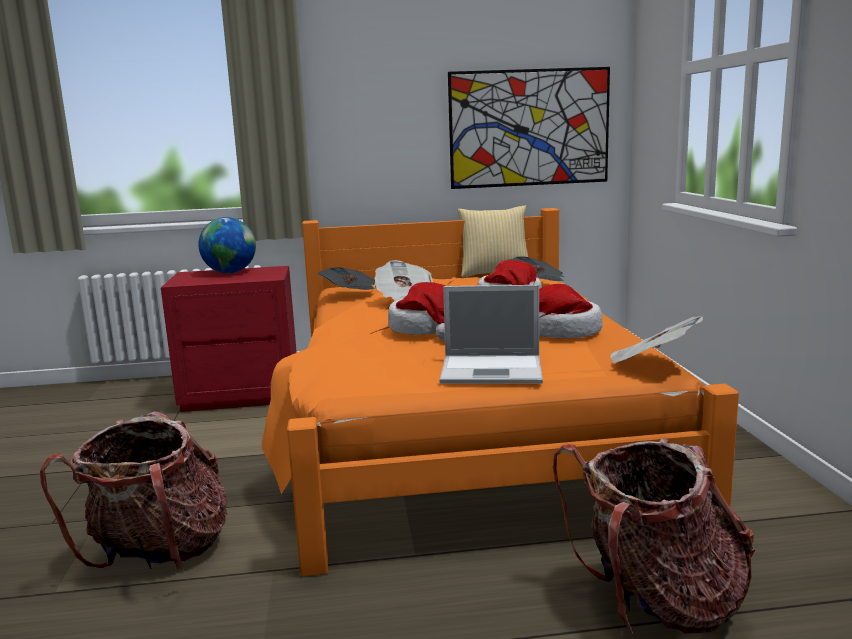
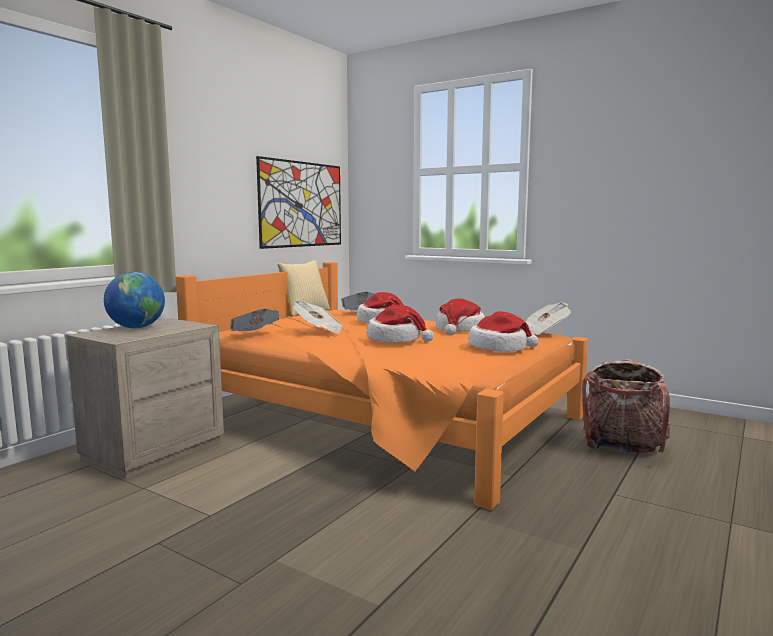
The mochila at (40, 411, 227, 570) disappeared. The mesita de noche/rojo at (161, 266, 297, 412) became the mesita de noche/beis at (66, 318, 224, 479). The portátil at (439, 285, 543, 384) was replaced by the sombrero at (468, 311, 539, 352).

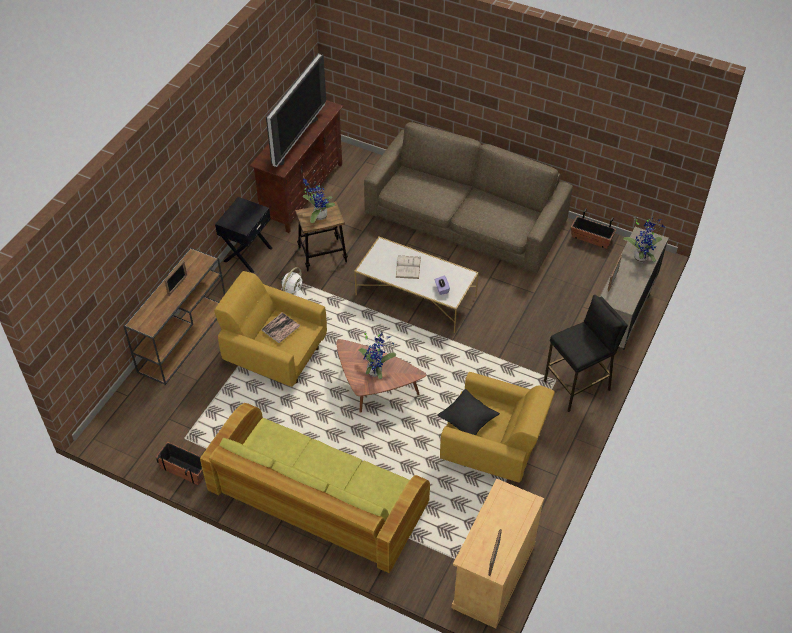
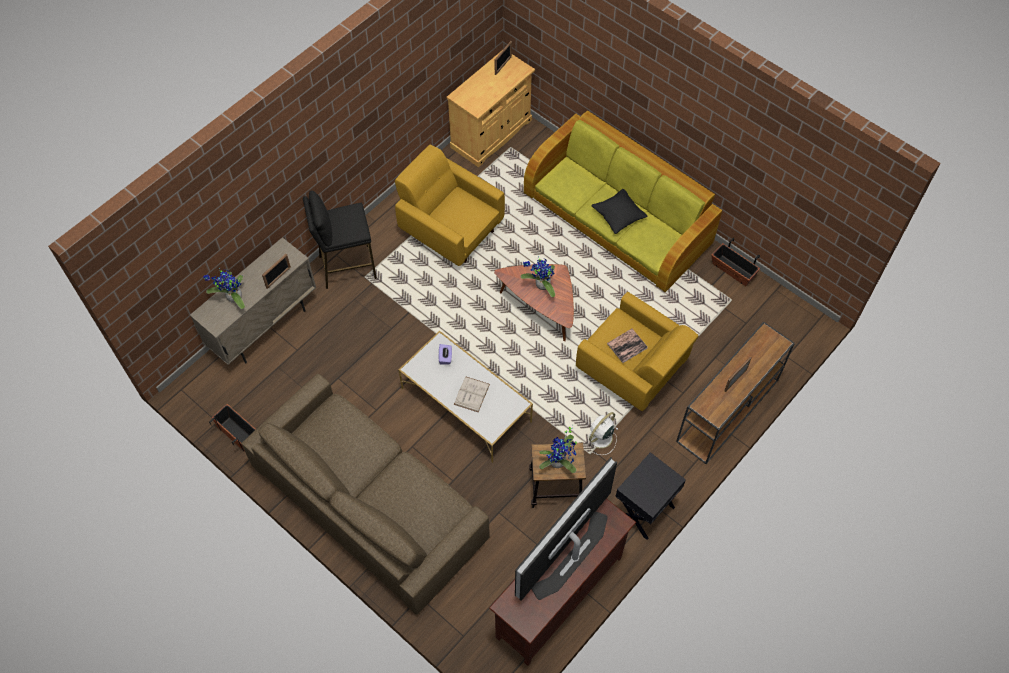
The cojín/negro moved from (438, 389, 500, 435) to (591, 189, 647, 234).

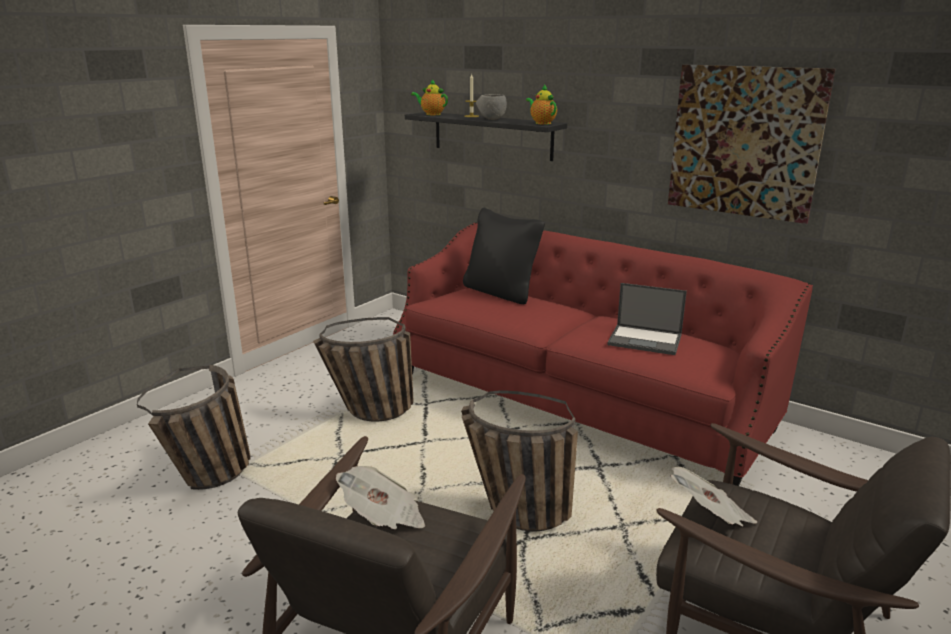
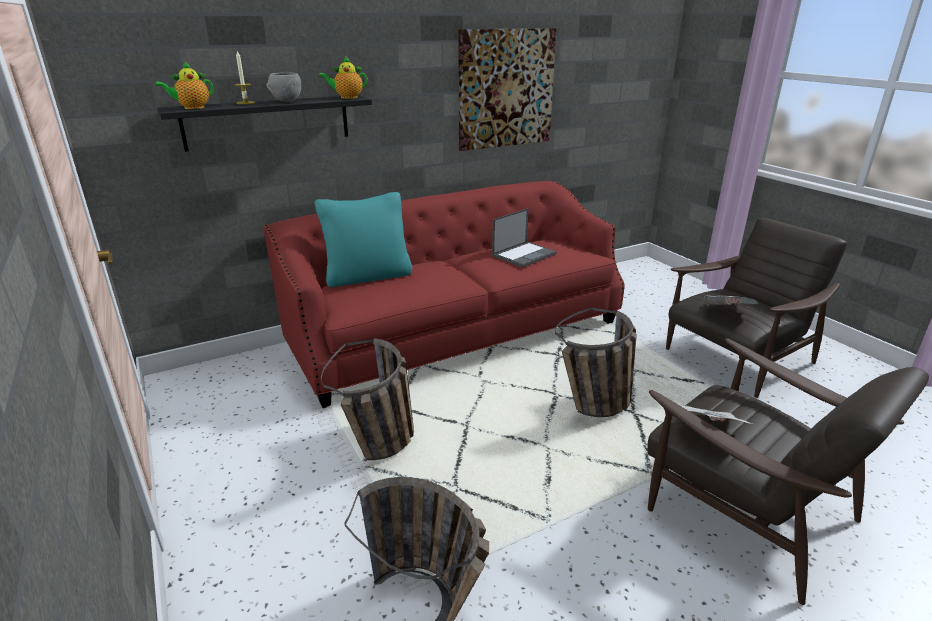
The cojín/negro at (463, 208, 545, 304) became the cojín/turquesa at (315, 192, 412, 287).

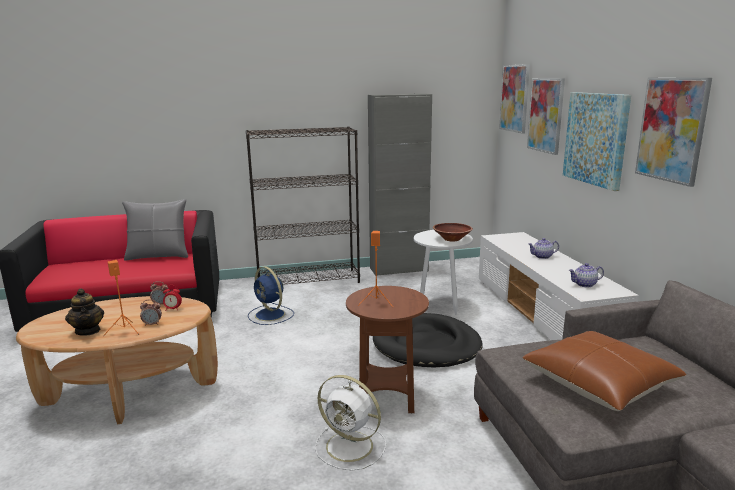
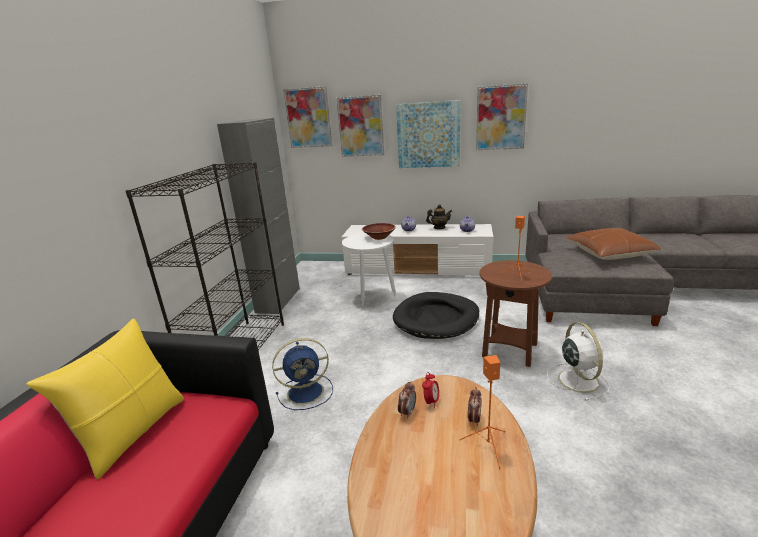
The tetera moved from (65, 289, 104, 336) to (426, 204, 452, 229). The cojín/gris at (122, 199, 188, 261) became the cojín/amarillo at (26, 318, 184, 479). The ventilador/blanco at (315, 375, 386, 471) turned 60 degrees counterclockwise.

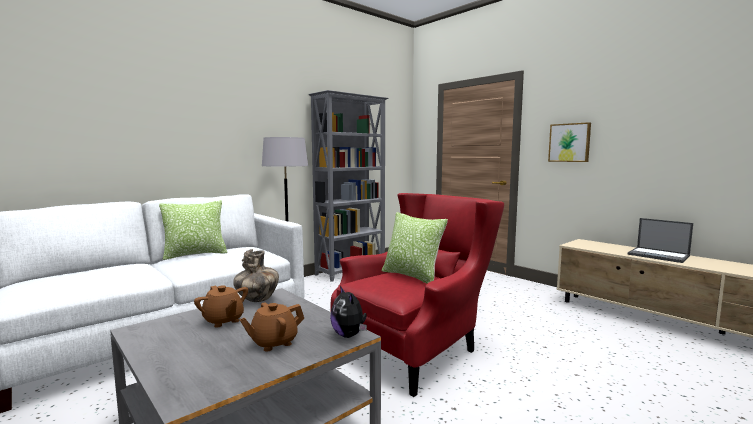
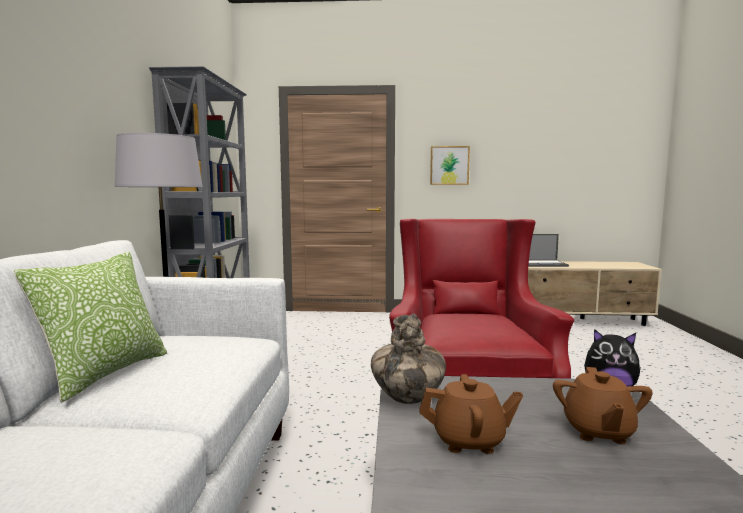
The cojín at (382, 212, 448, 284) disappeared.

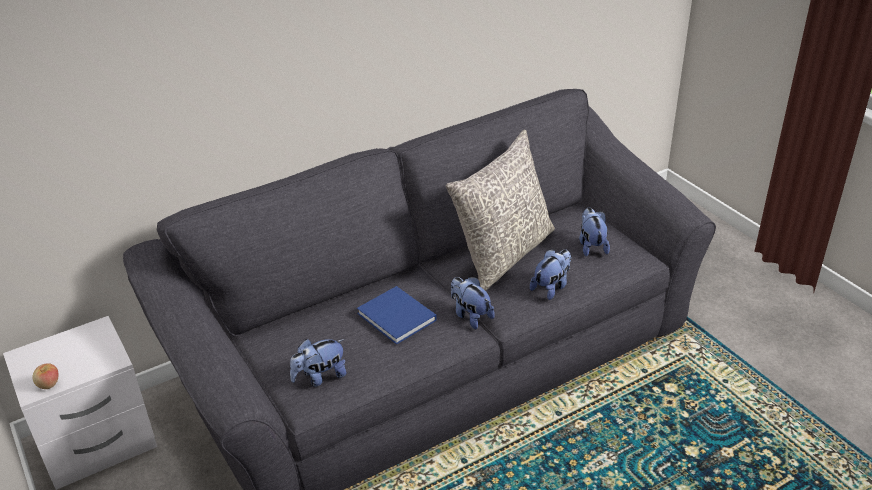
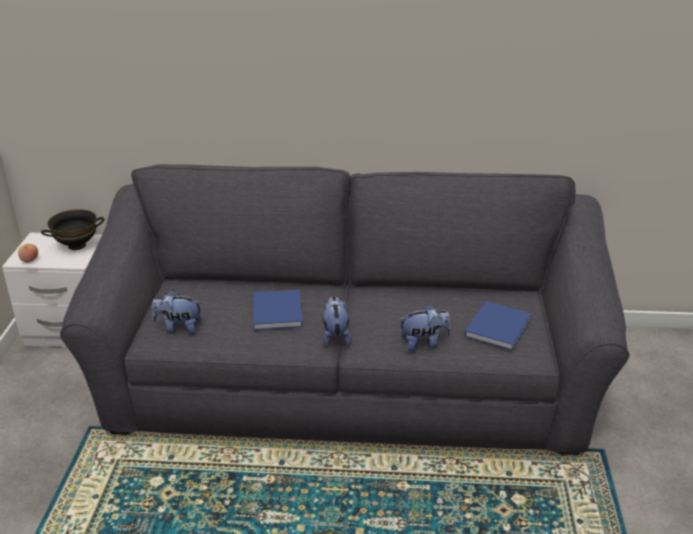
The cojín/gris at (446, 130, 555, 291) disappeared. The peluche at (579, 208, 610, 257) was replaced by the libro/azul at (465, 301, 532, 350). The cuenco/negro at (41, 209, 105, 250) appeared.

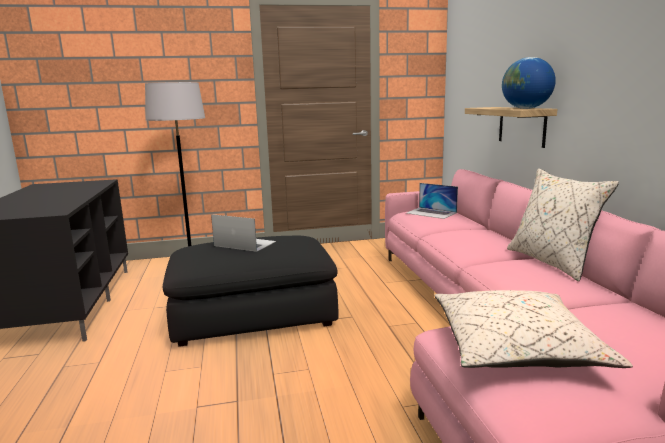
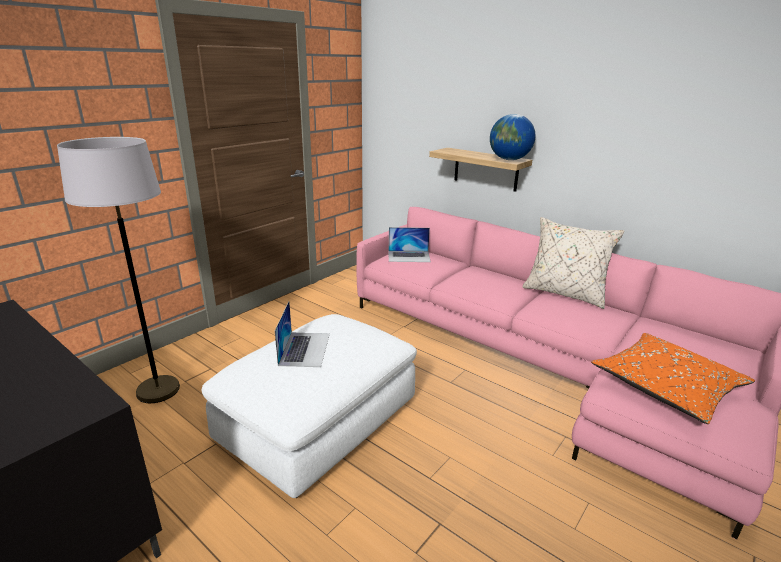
The puf/negro at (163, 236, 339, 347) became the puf/blanco at (202, 314, 417, 498). The portátil at (211, 214, 276, 252) turned 105 degrees clockwise. The cojín/beis at (435, 290, 633, 368) became the cojín/naranja at (591, 333, 755, 424).

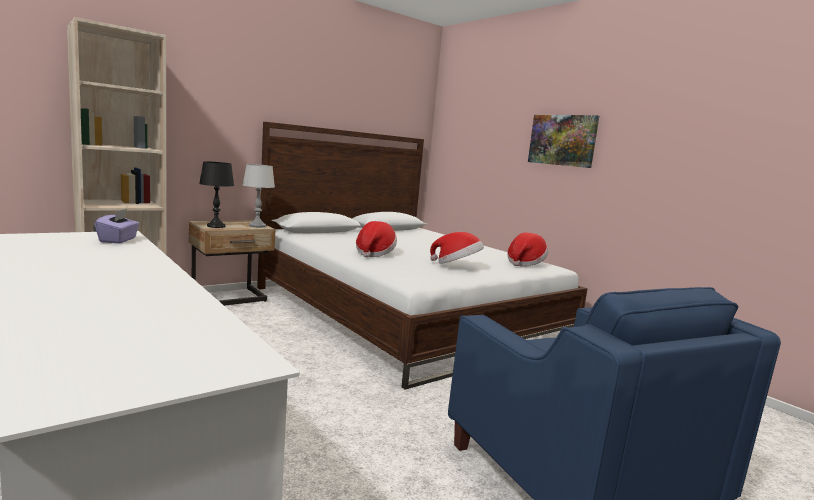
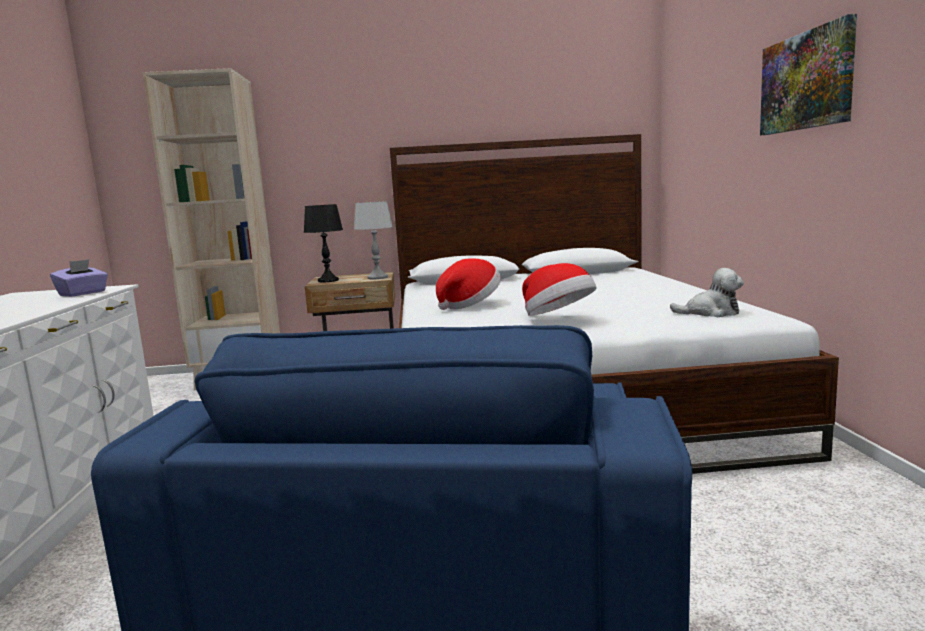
The sombrero at (507, 233, 548, 266) was replaced by the peluche at (670, 268, 744, 317).

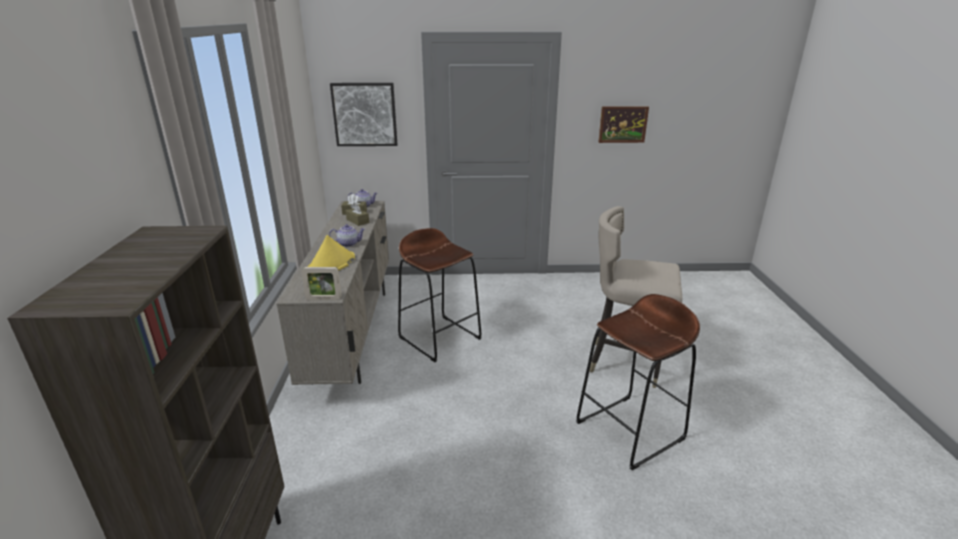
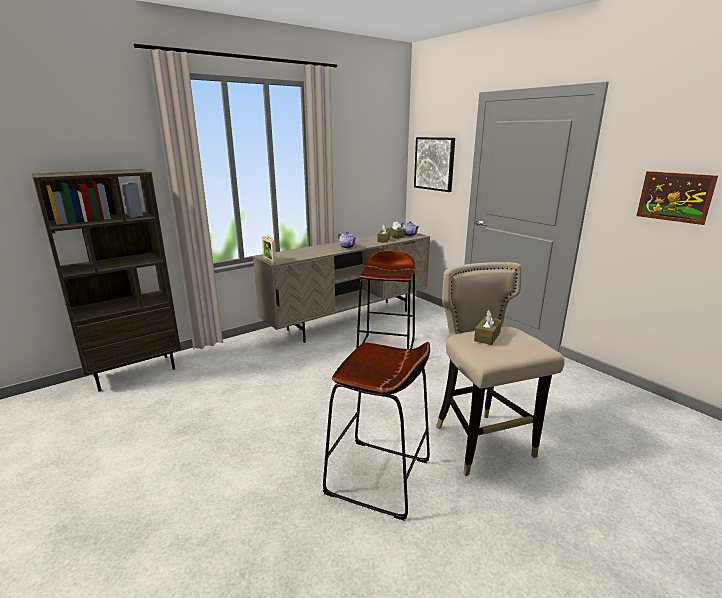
The sombrero/amarillo at (308, 235, 355, 270) disappeared. The caja de pañuelos/marrón at (474, 310, 502, 345) appeared.

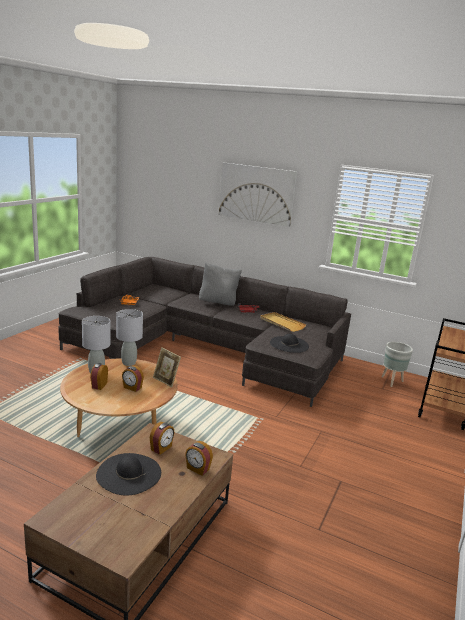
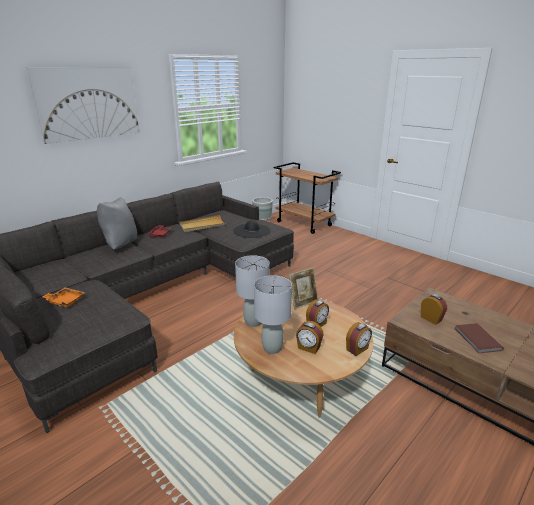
The sombrero/negro at (96, 453, 161, 496) was replaced by the libro/marrón at (455, 323, 504, 353). The despertador moved from (185, 441, 213, 476) to (346, 322, 372, 356).

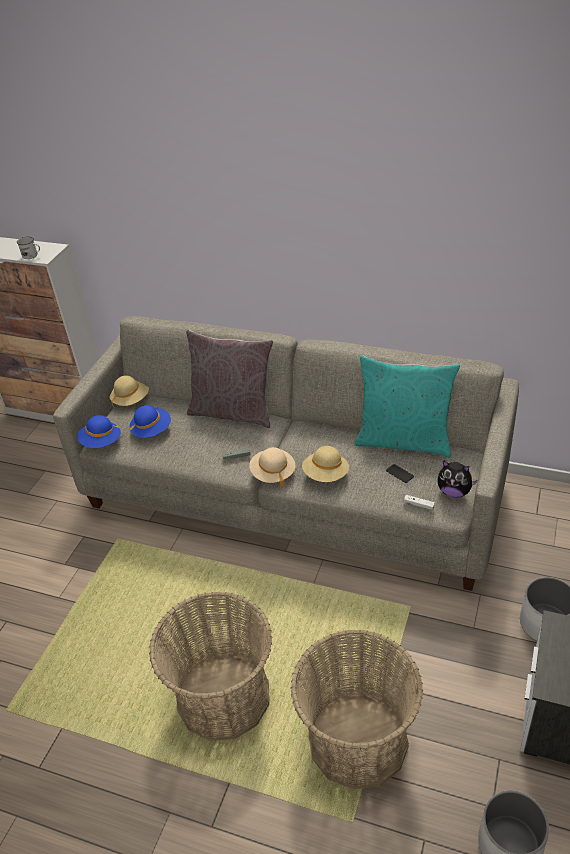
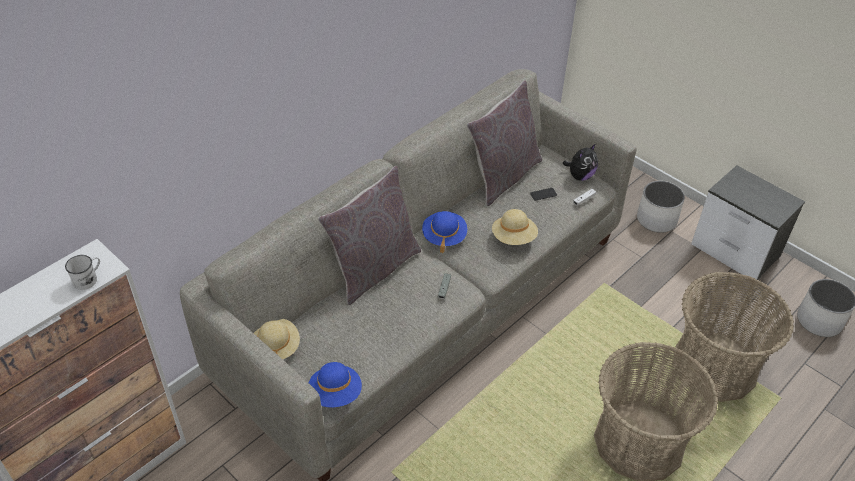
The sombrero/azul moved from (130, 405, 171, 438) to (422, 211, 467, 253). The sombrero/beis at (249, 447, 295, 488) disappeared. The cojín/turquesa at (355, 355, 460, 458) became the cojín/gris at (467, 80, 542, 206).

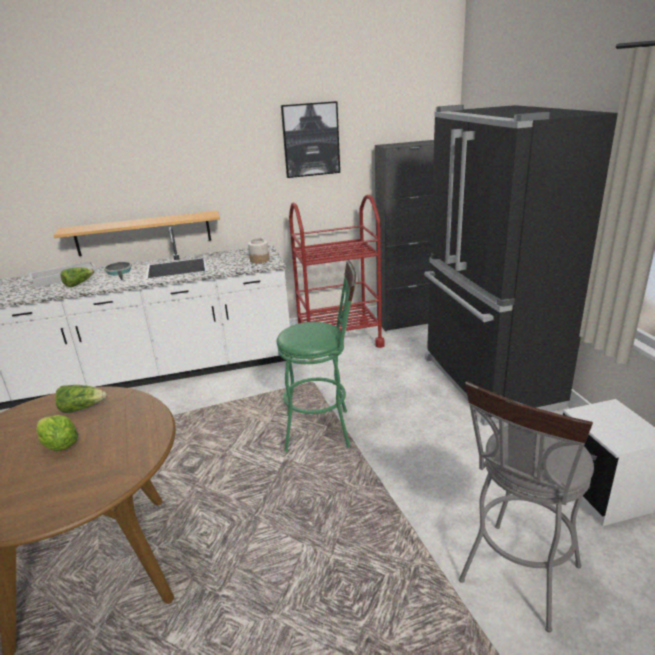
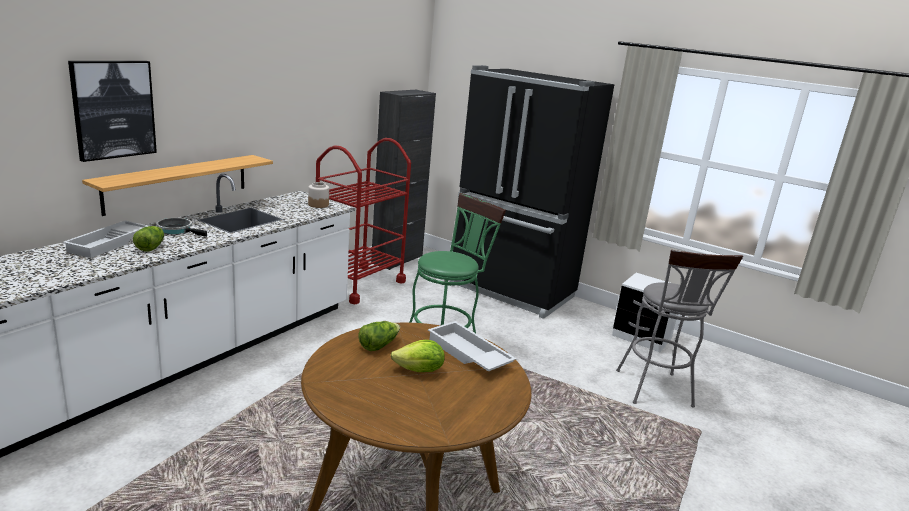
The cuadro moved from (281, 101, 340, 178) to (68, 61, 157, 162). The bandeja/blanco at (428, 321, 517, 371) appeared.

